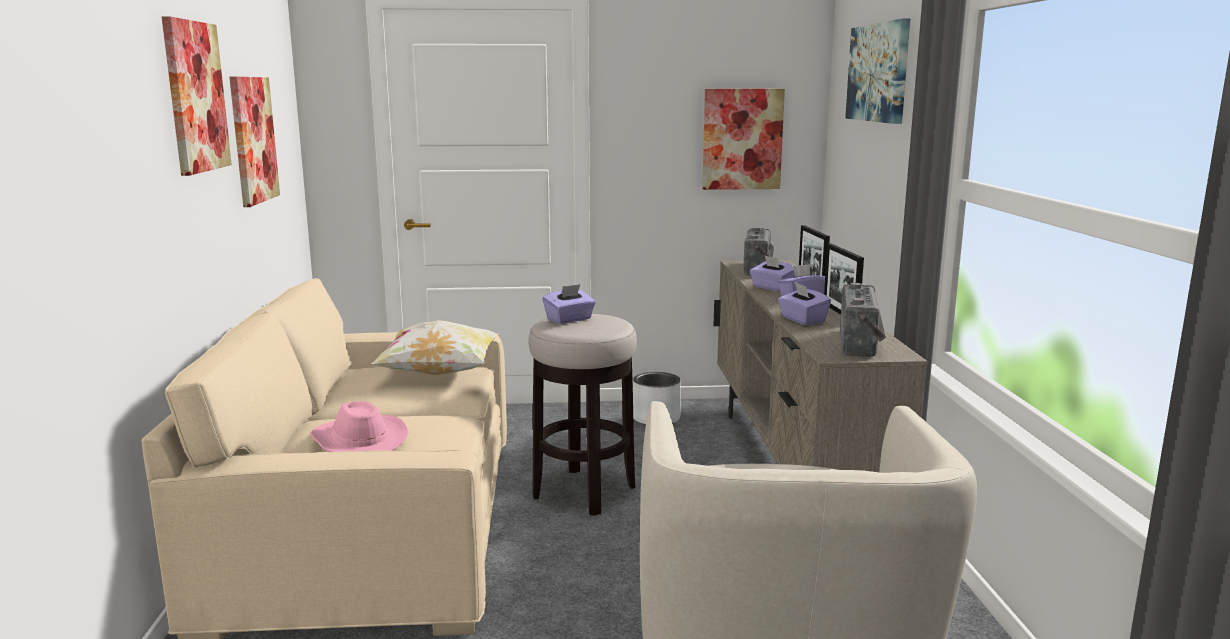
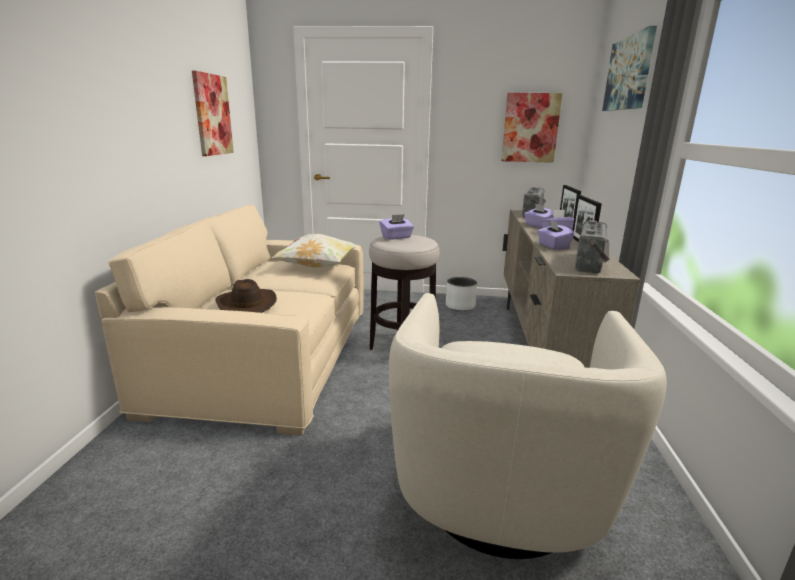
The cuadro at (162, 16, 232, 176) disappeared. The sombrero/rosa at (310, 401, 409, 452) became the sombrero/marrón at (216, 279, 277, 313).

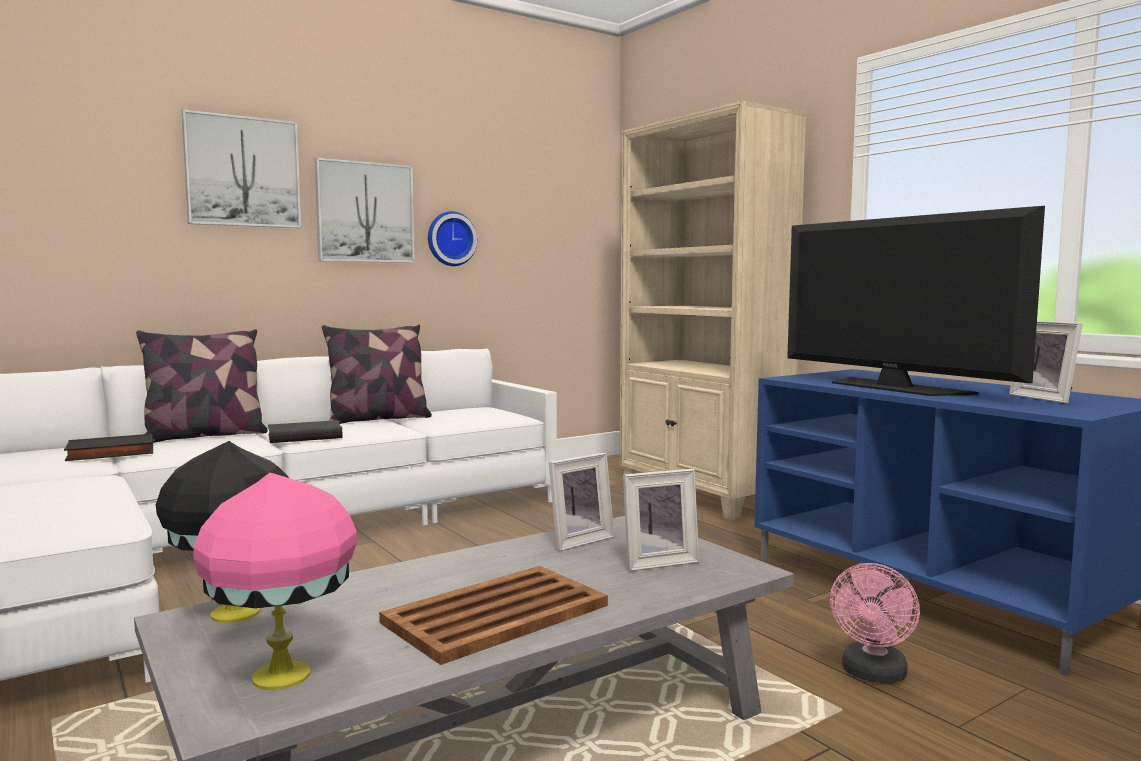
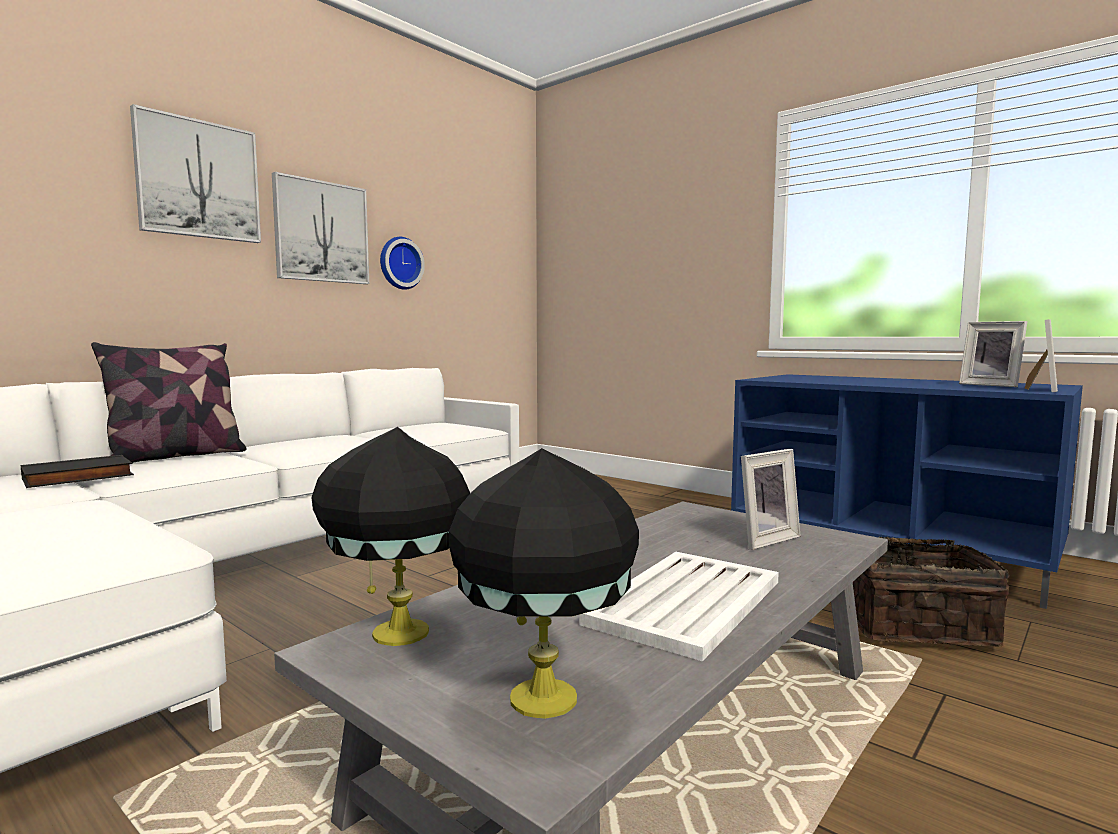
The lámpara de mesa/rosa at (193, 472, 357, 690) became the lámpara de mesa/negro at (449, 448, 639, 719). The libro/negro at (268, 420, 342, 443) disappeared. The cojín at (322, 325, 432, 424) disappeared. The bandeja/marrón at (379, 566, 608, 665) became the bandeja/blanco at (579, 552, 779, 661). The portarretratos moved from (549, 453, 614, 551) to (1025, 319, 1058, 392). The estantería/beis at (620, 101, 807, 521) disappeared. The televisor at (787, 206, 1045, 396) disappeared. The ventilador/rosa at (830, 563, 920, 684) was replaced by the cesta at (853, 536, 1010, 647).

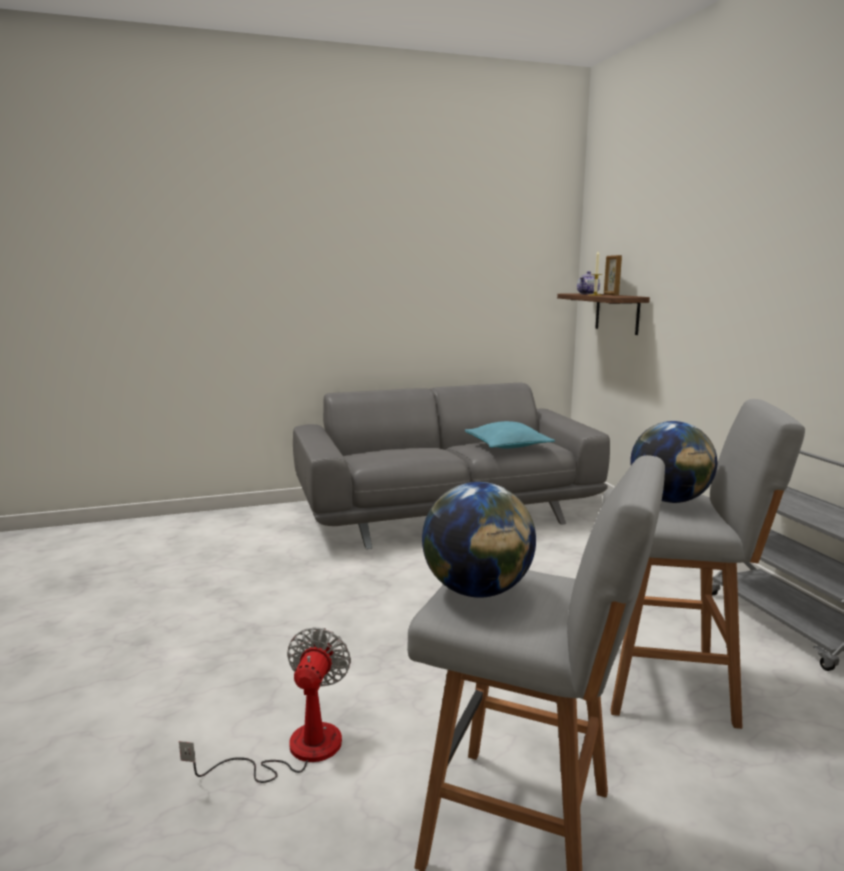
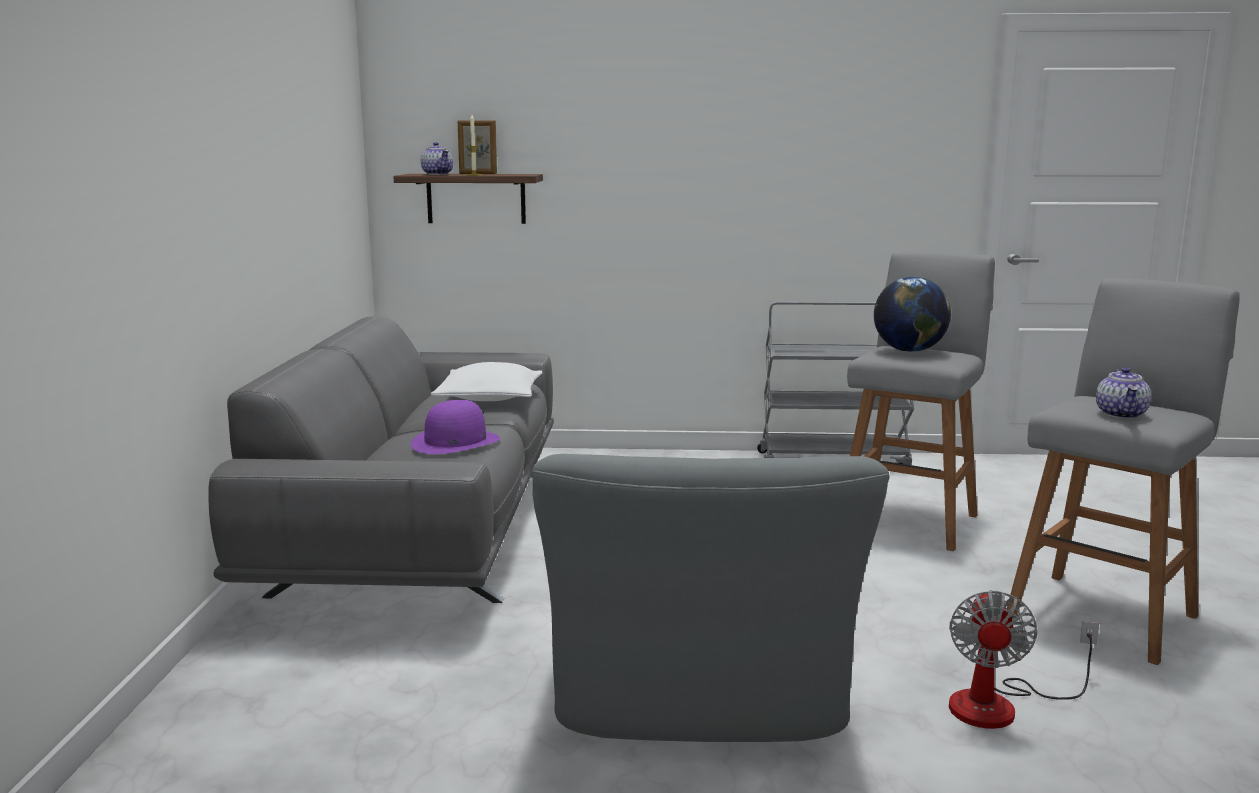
The ventilador at (179, 627, 351, 783) turned 105 degrees counterclockwise. The globo terráqueo at (422, 482, 536, 598) was replaced by the tetera at (1096, 367, 1151, 419). The cojín/turquesa at (465, 421, 555, 448) became the cojín/blanco at (431, 362, 542, 401). The sombrero/morado at (411, 400, 500, 454) appeared. The sillón/gris at (532, 454, 890, 742) appeared.

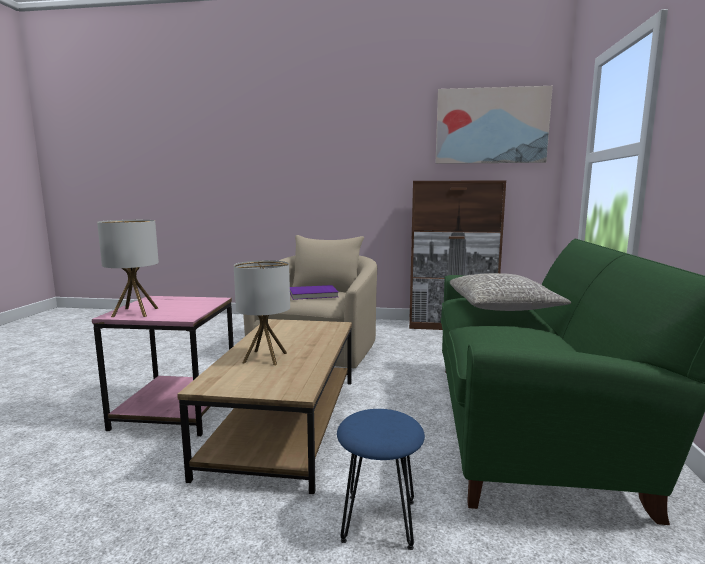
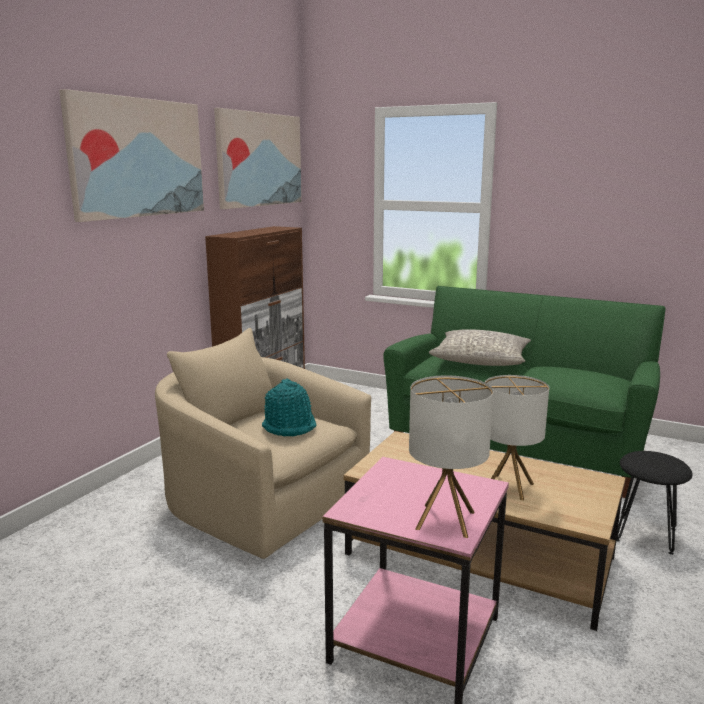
The libro/morado at (290, 285, 338, 300) was replaced by the sombrero/turquesa at (262, 378, 316, 436). The taburete/azul at (337, 409, 425, 550) became the taburete/negro at (616, 451, 693, 555). The cuadro at (59, 89, 204, 222) appeared.

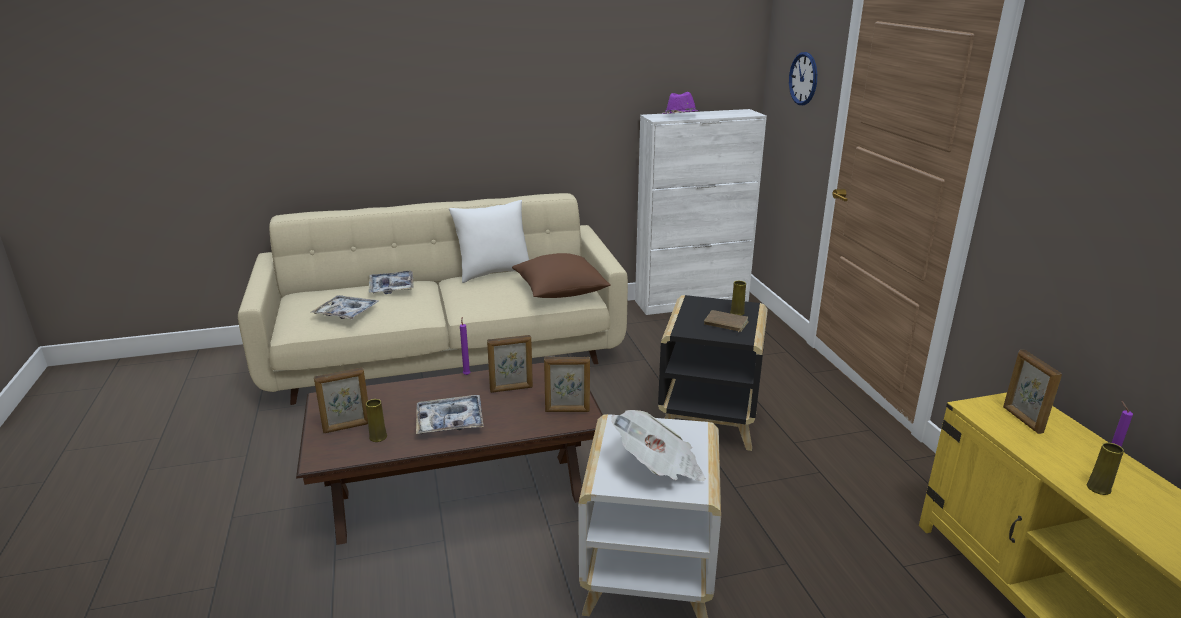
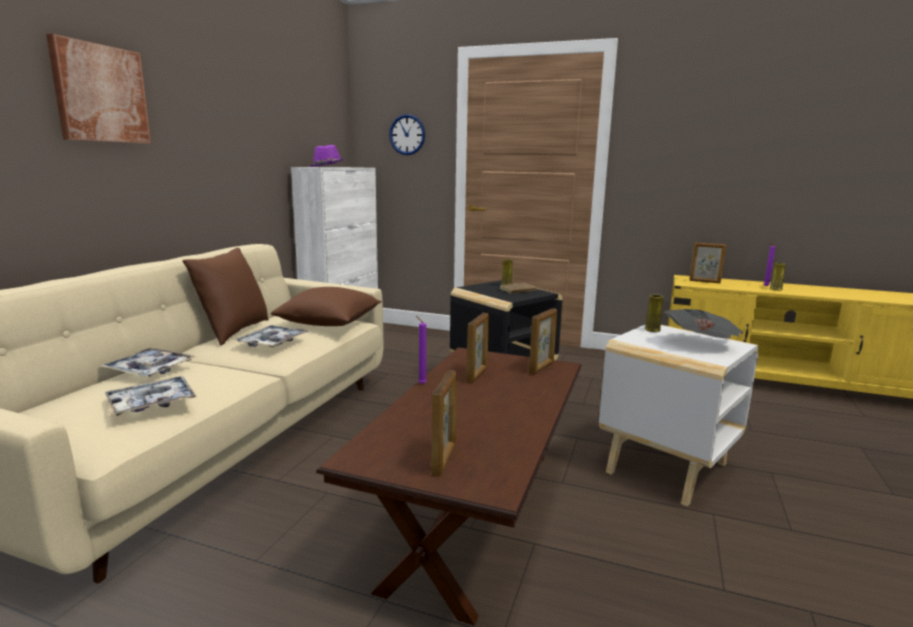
The florero/amarillo moved from (366, 399, 387, 442) to (645, 294, 663, 332). The bandeja moved from (416, 395, 484, 434) to (234, 325, 309, 347). The cojín/blanco at (449, 200, 529, 283) became the cojín/marrón at (182, 248, 269, 345). The cuadro at (46, 33, 151, 144) appeared.

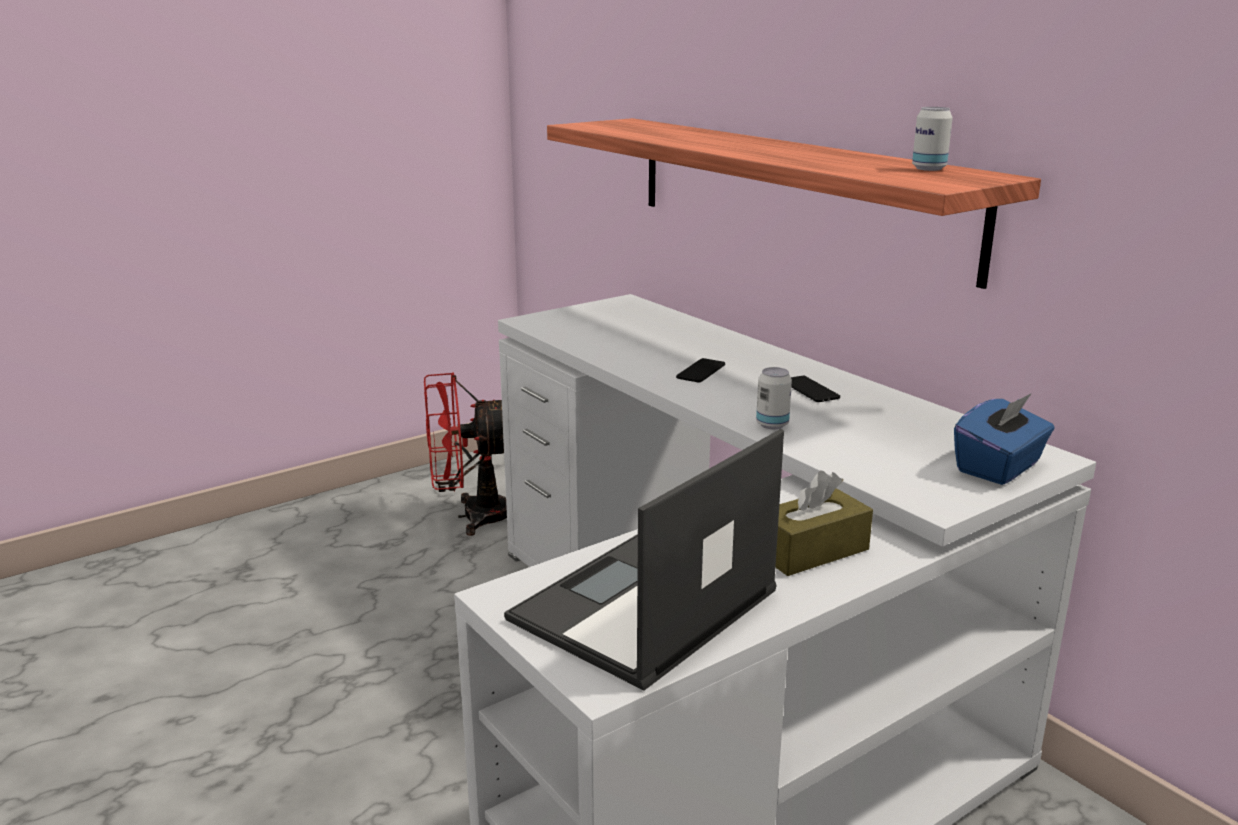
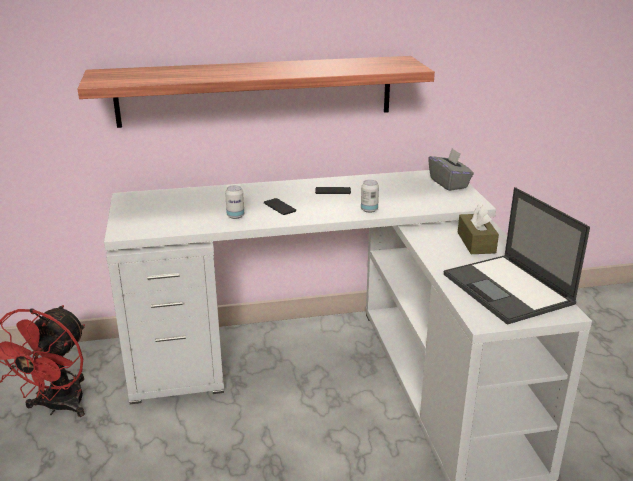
The lata moved from (912, 107, 953, 171) to (225, 185, 244, 219). The caja de pañuelos/azul at (954, 393, 1054, 485) became the caja de pañuelos/gris at (428, 148, 474, 191).

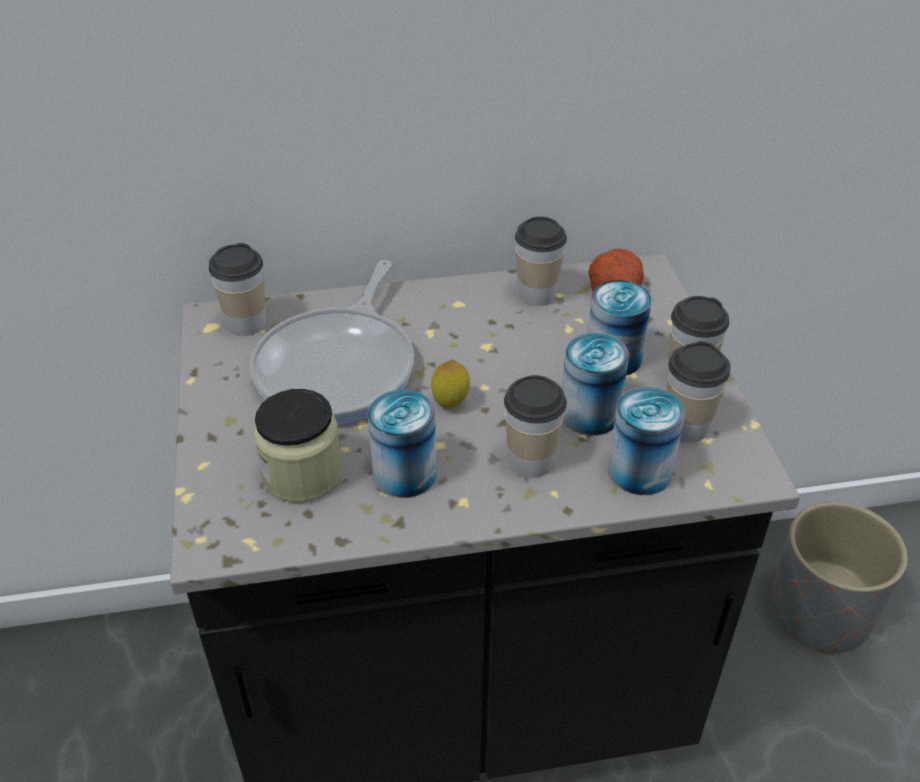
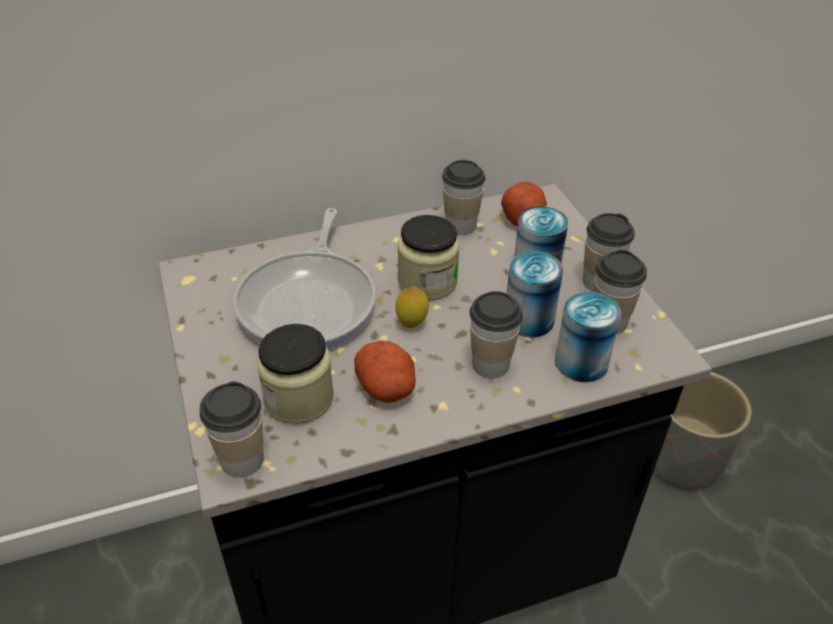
The taza moved from (209, 243, 266, 336) to (200, 382, 264, 477). The lata at (368, 390, 437, 498) was replaced by the patata at (354, 341, 416, 403). The tarro at (397, 215, 460, 300) appeared.

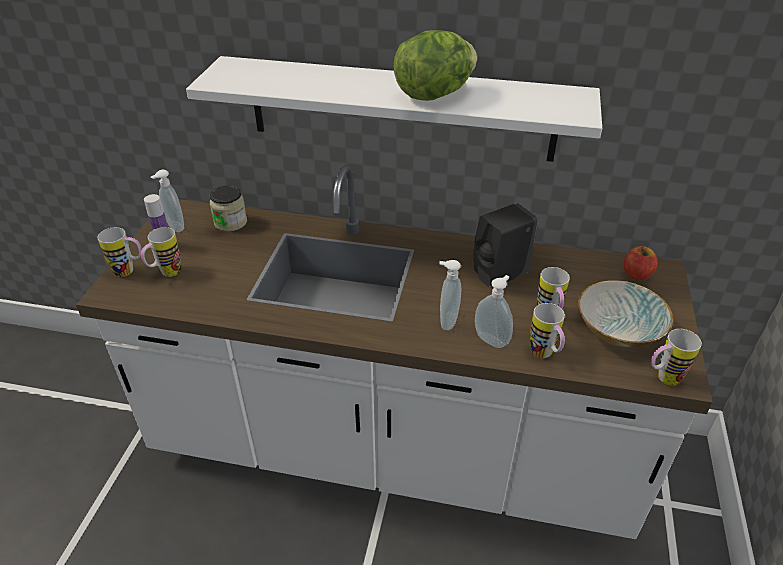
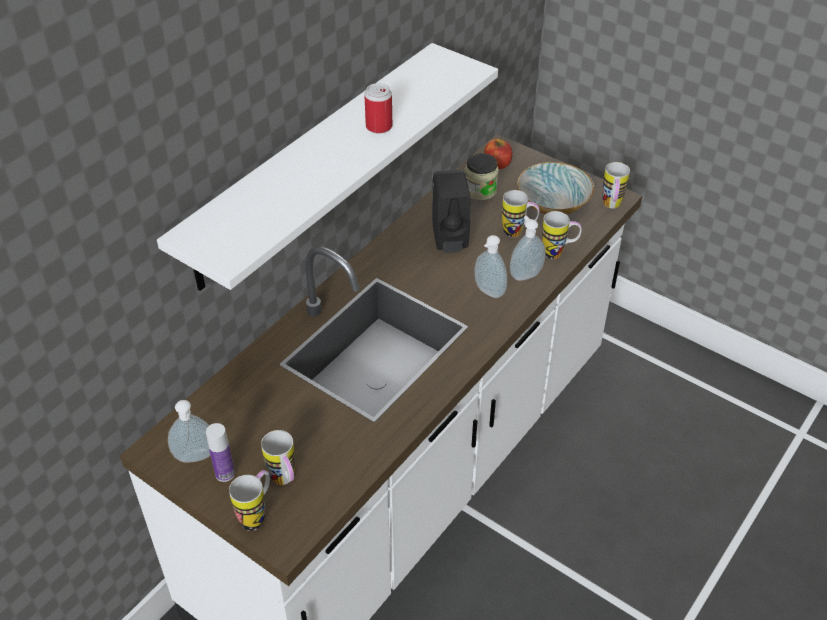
The tarro moved from (210, 185, 247, 231) to (465, 153, 499, 200). The lechuga at (393, 30, 477, 101) was replaced by the lata at (364, 83, 392, 134).

